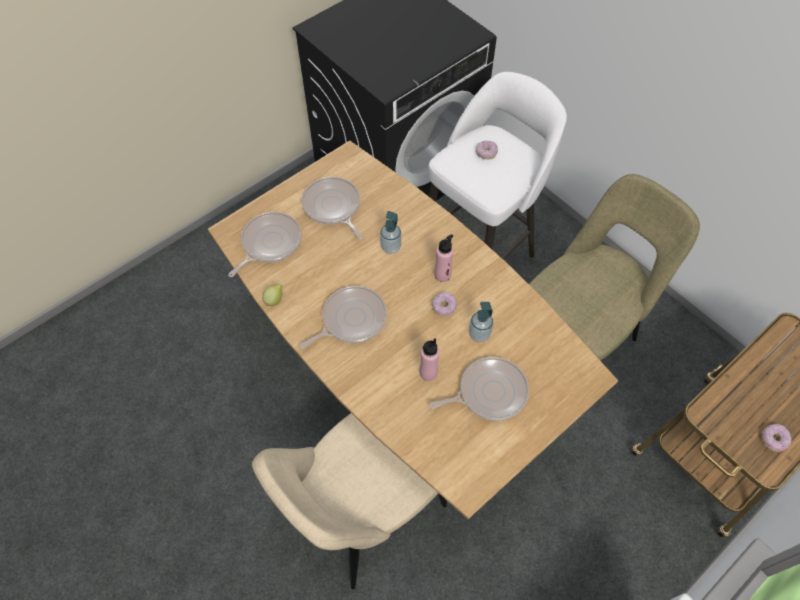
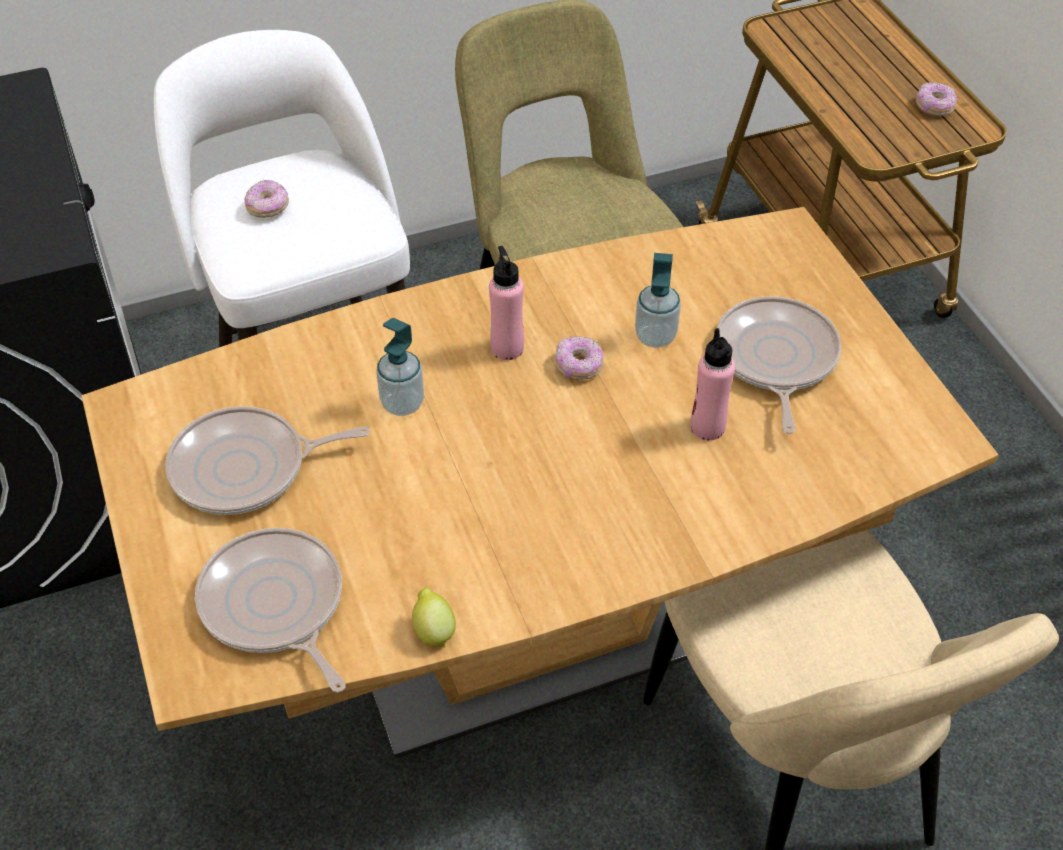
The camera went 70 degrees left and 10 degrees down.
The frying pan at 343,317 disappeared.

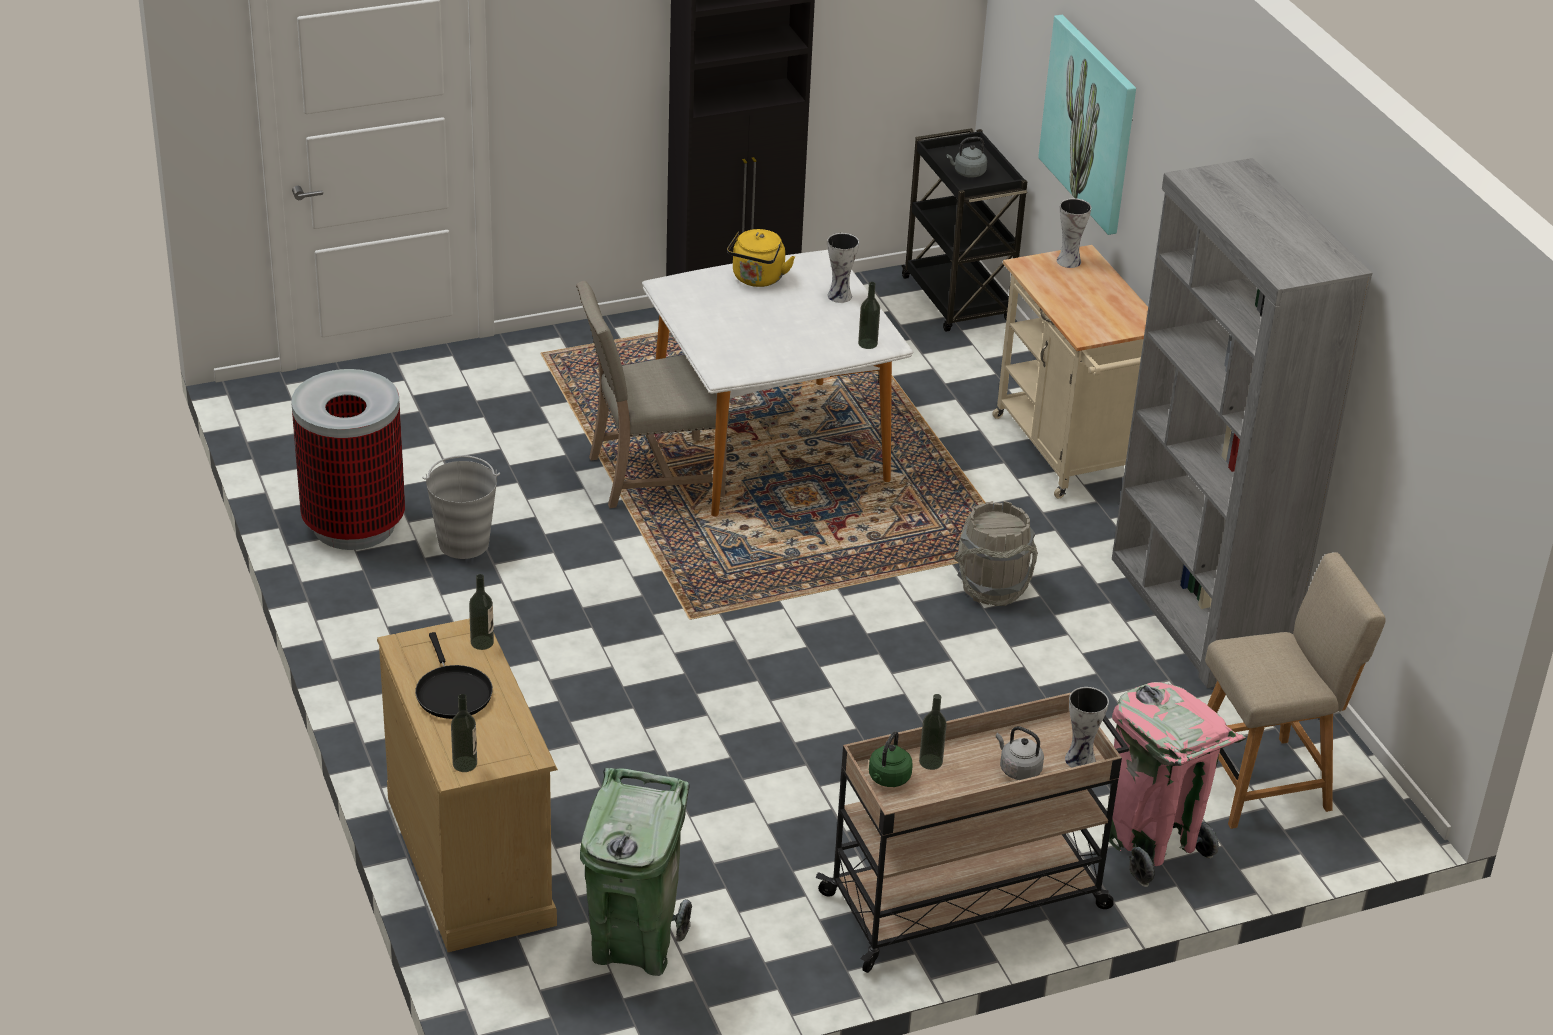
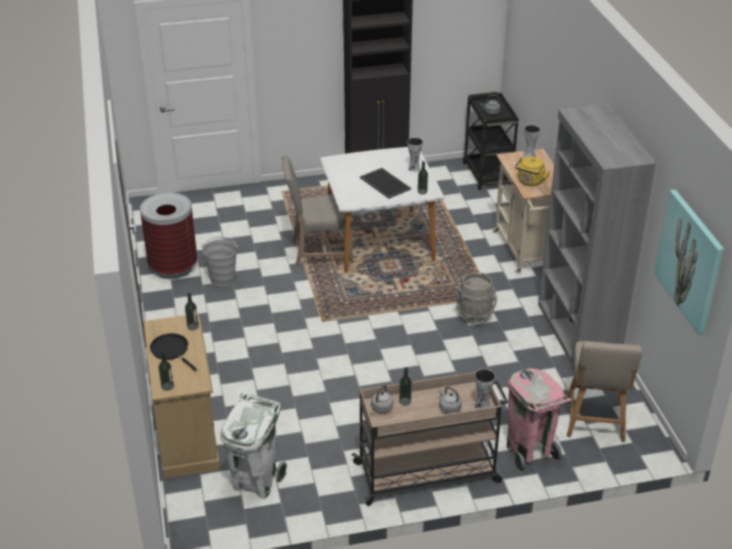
The camera went 10 degrees right and 0 degrees up.
The tray at 385,183 appeared.
The yellow kettle moved from 761,258 to 533,171.
The picture moved from 1087,125 to 689,262.
The green trash can at 636,872 became the white trash can at 253,446.
The green kettle at 891,759 became the grey kettle at 381,399.
The black frying pan at 454,675 turned 150 degrees clockwise.
The beige chair at 1295,690 turned 105 degrees clockwise.

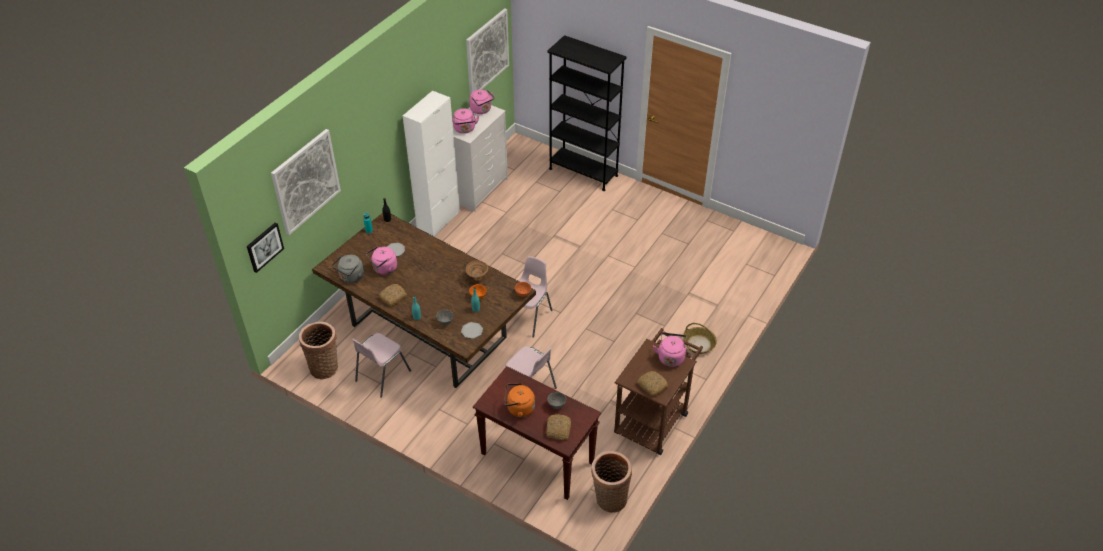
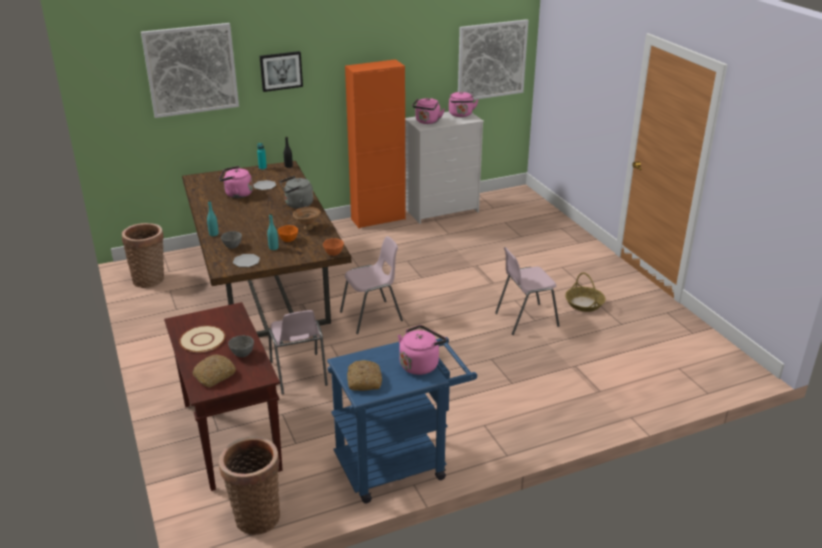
The camera went 35 degrees right and 15 degrees down.
The bread at 393,295 disappeared.
The black bookcase at 587,113 disappeared.
The picture moved from 265,247 to 281,71.
The grey kettle moved from 348,269 to 296,192.
The pink chair moved from 381,365 to 527,291.
The basket moved from 700,338 to 585,292.
The orange kettle at 519,400 was replaced by the beige plate at 202,339.
The white cabinet at 431,163 became the orange cabinet at 375,144.
The brown cart at 658,391 became the blue cart at 402,420.

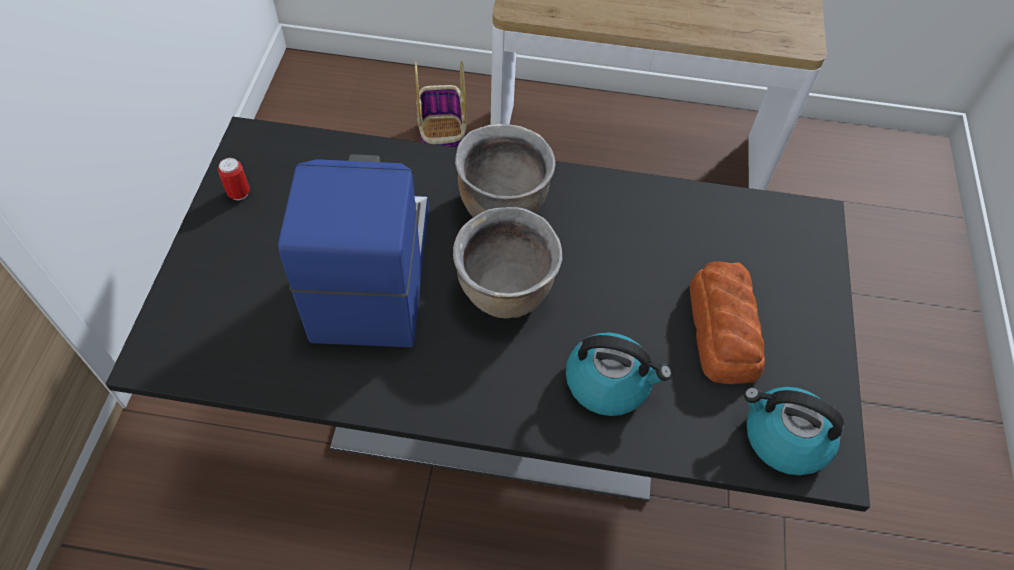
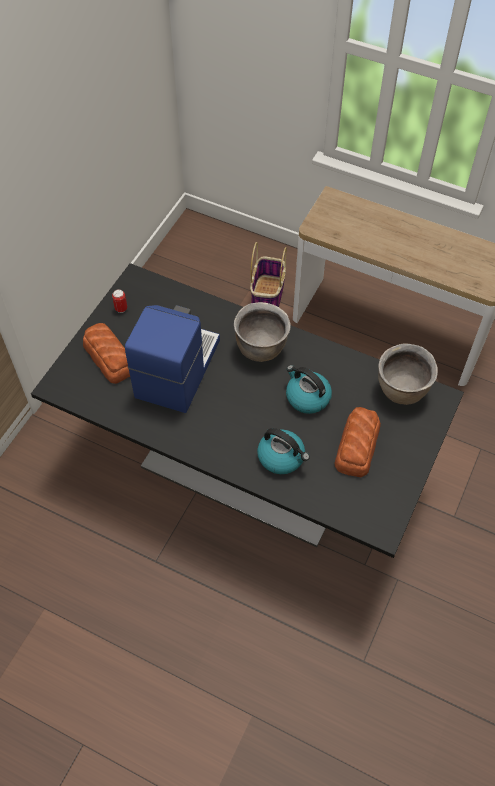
The camera went 20 degrees right and 0 degrees up.
The bread at 106,353 appeared.
The brown cooking pot moved from 508,263 to 408,374.
The kettle moved from 794,431 to 309,389.

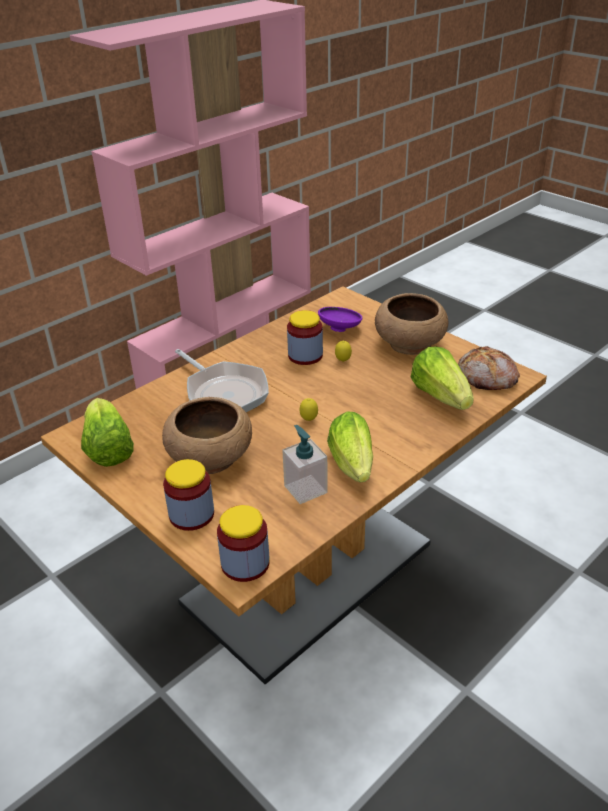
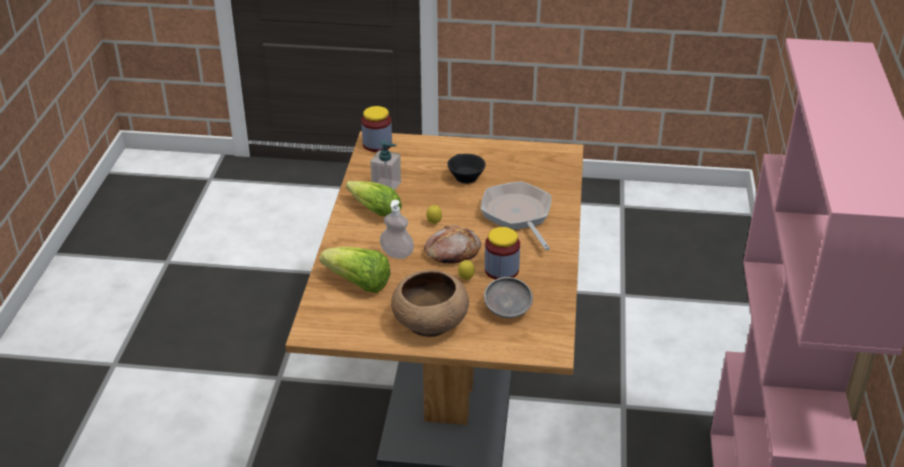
The camera went 140 degrees right and 0 degrees up.
The lettuce at 107,432 disappeared.
The jar at 188,495 disappeared.
The soap dispenser at 397,229 appeared.
The bread moved from 489,368 to 452,244.
The brown bowl at 207,435 was replaced by the black cup at 466,169.
The purple bowl at 340,319 became the grey bowl at 508,297.
The frying pan at 222,380 turned 60 degrees clockwise.

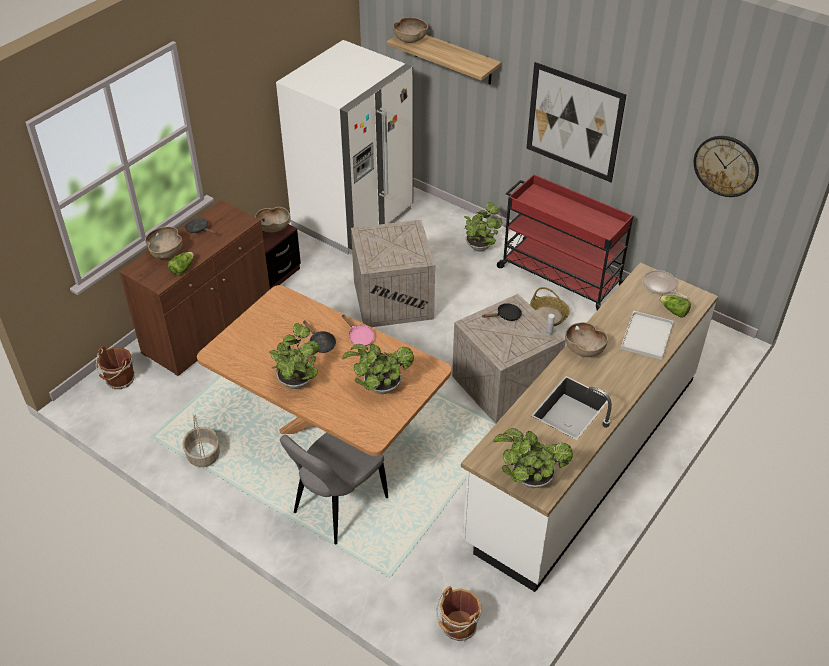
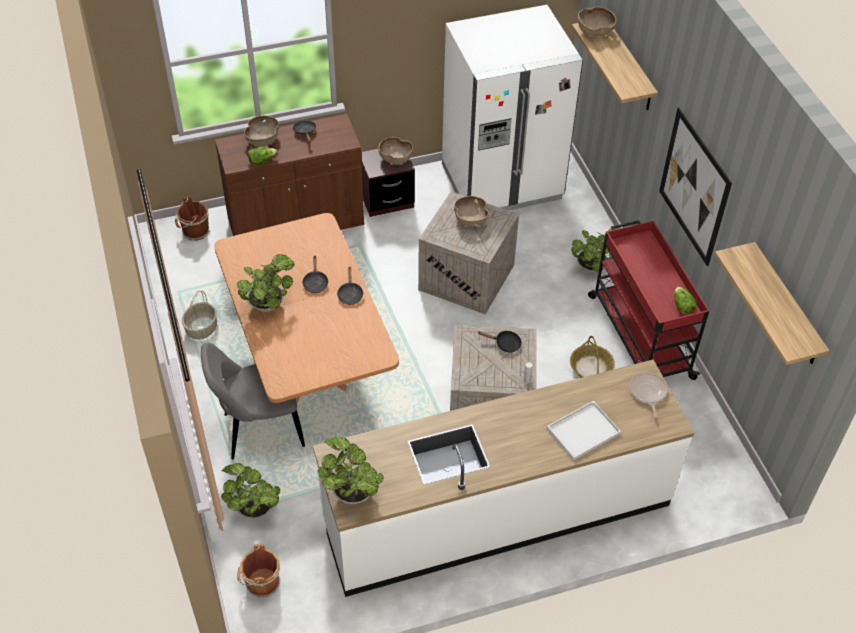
The camera went 35 degrees right and 5 degrees up.
The potted plant moved from 378,369 to 250,491.
The brown bowl moved from 586,339 to 471,211.
The lettuce moved from 675,306 to 685,300.
The wall clock at 726,166 was replaced by the shelf at 772,303.
The pink frying pan at 358,330 became the black frying pan at 350,285.

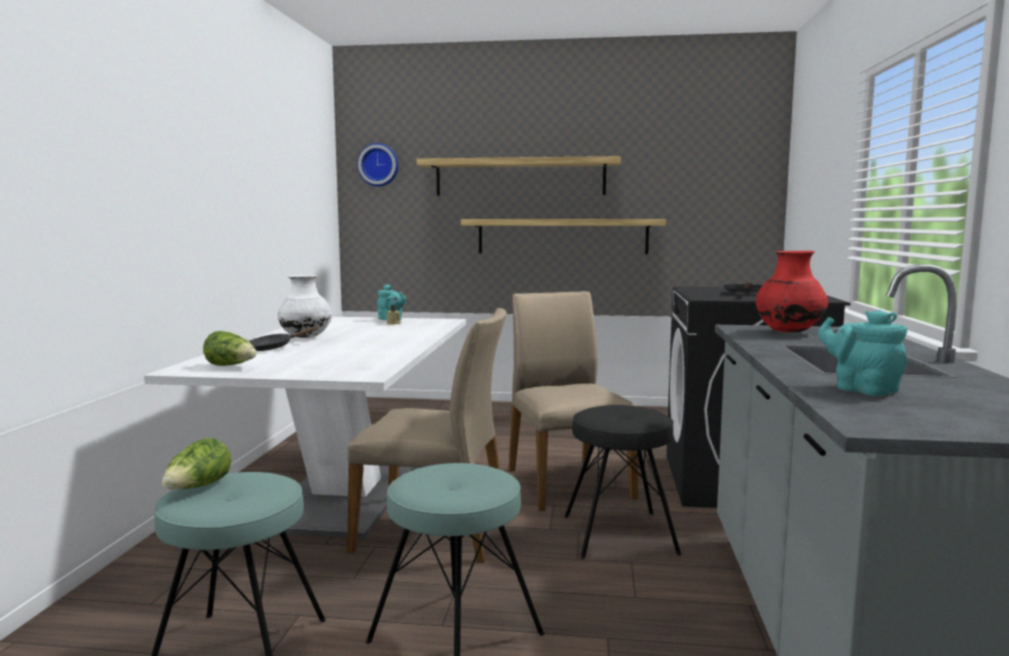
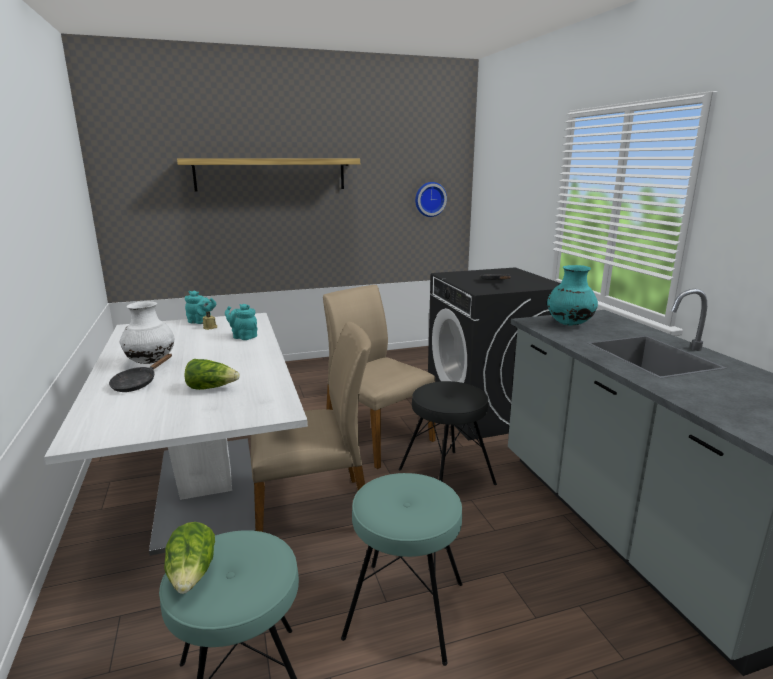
The camera went 25 degrees left and 10 degrees up.
The shelf at 563,236 disappeared.
The lettuce moved from 230,348 to 212,374.
The wall clock moved from 378,165 to 431,199.
The turquoise teapot moved from 862,353 to 241,322.
The red vase at 792,292 became the turquoise vase at 572,295.

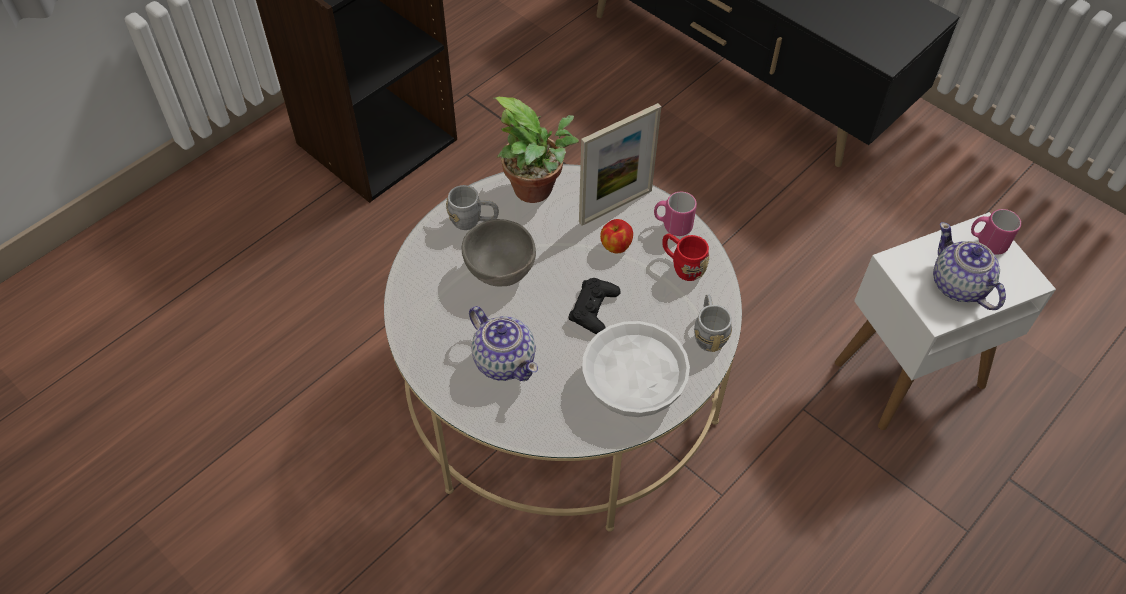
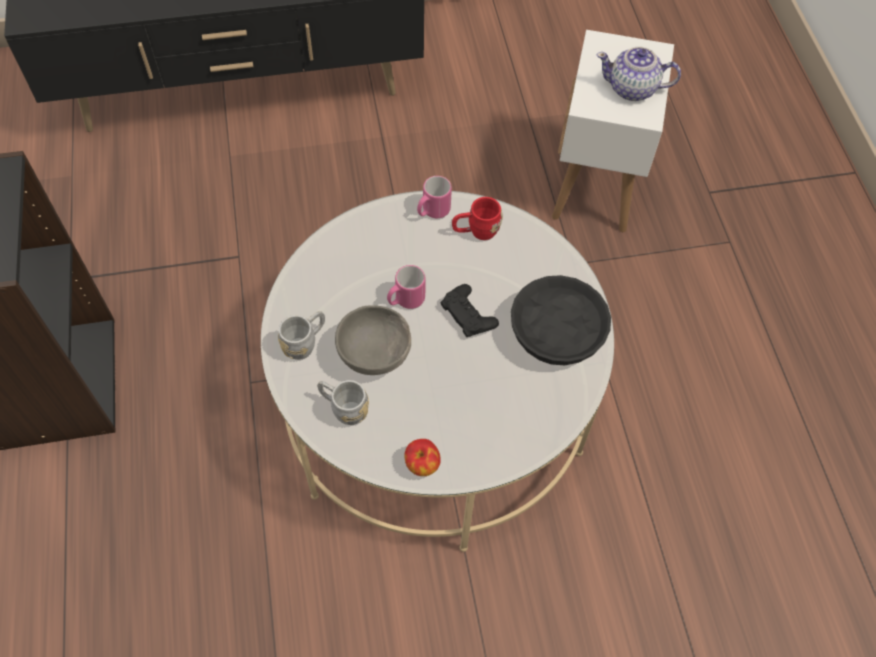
The camera went 55 degrees left and 5 degrees up.
The teapot at 503,343 disappeared.
The potted plant at 536,150 disappeared.
The picture frame at 620,164 disappeared.
The apple moved from 616,236 to 423,457.
The grey mug moved from 713,323 to 343,402.
The pink mug moved from 996,232 to 406,287.
The white bowl at 636,369 became the black bowl at 561,320.

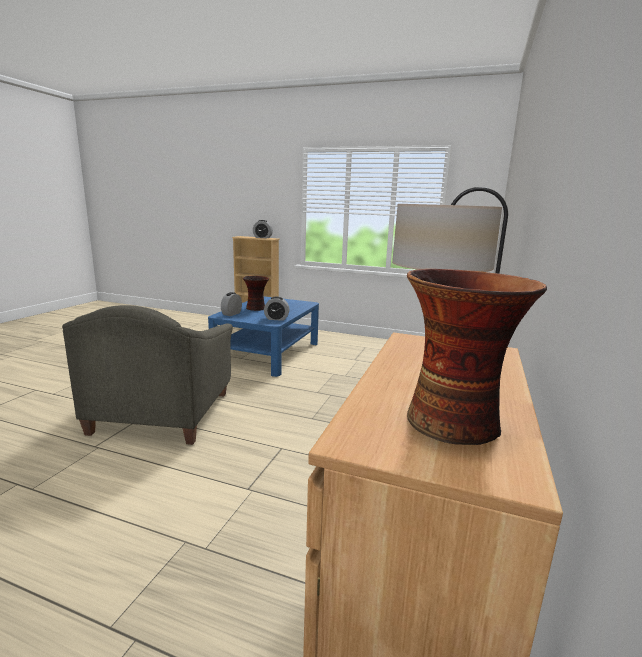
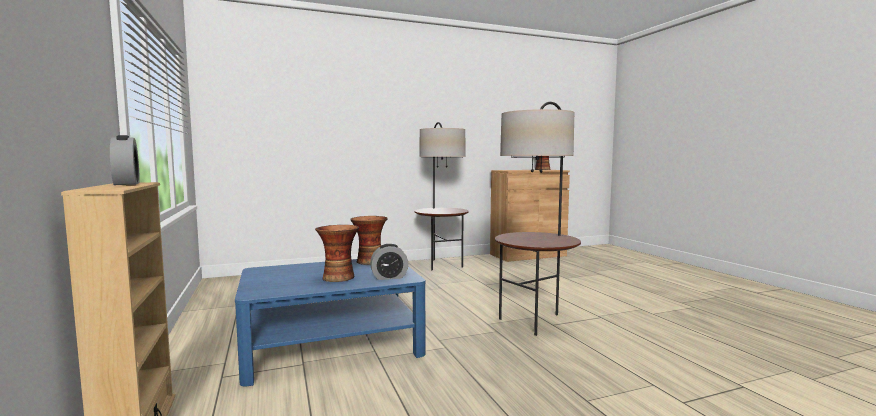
The camera went 130 degrees left and 10 degrees down.
The grey armchair at 147,375 was replaced by the floor lamp at 538,219.
The alarm clock at 277,309 was replaced by the vase at 369,240.

